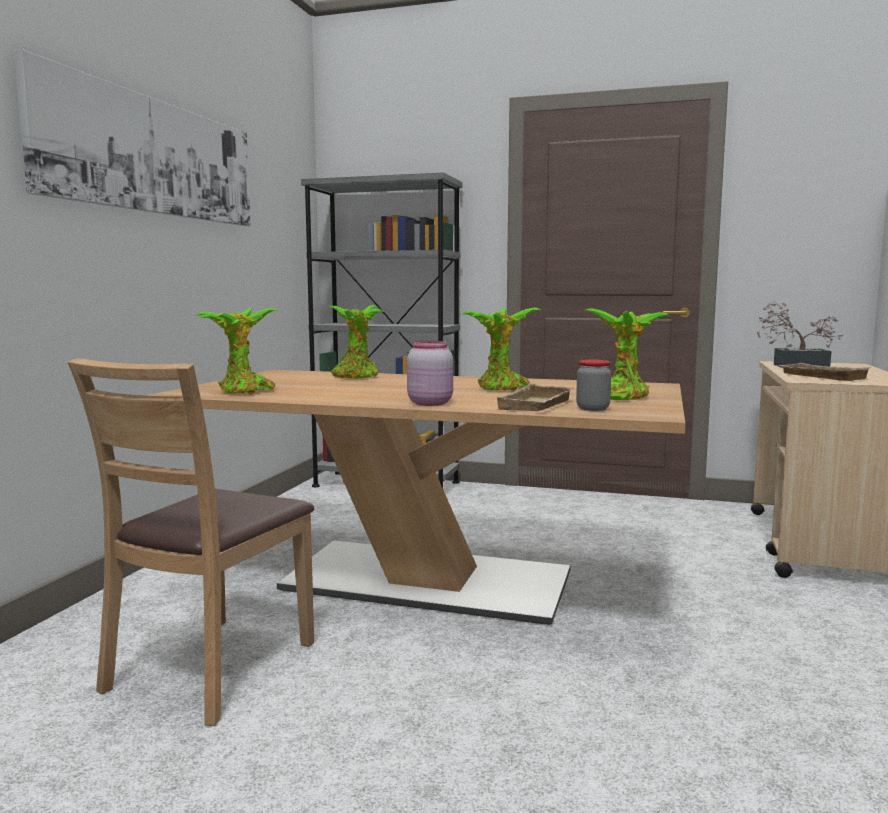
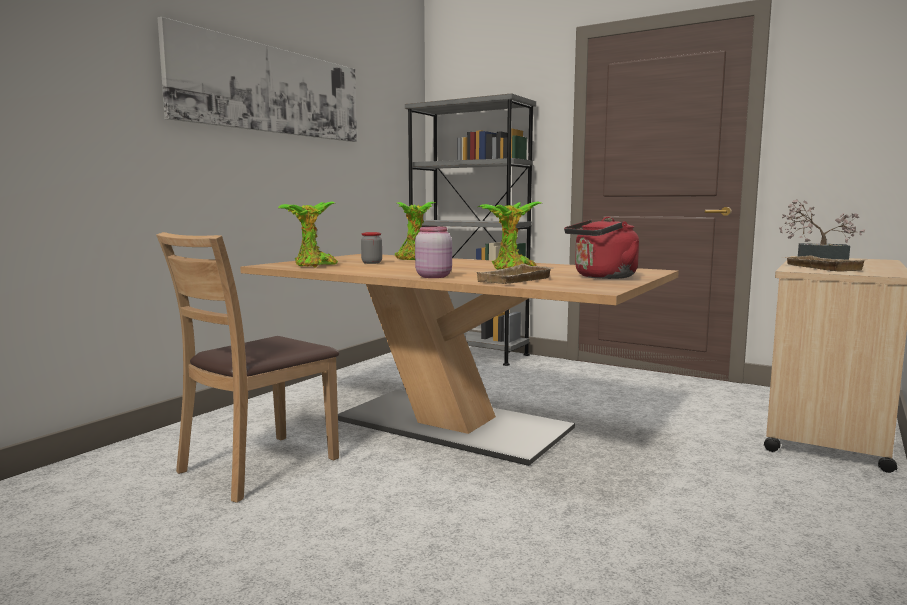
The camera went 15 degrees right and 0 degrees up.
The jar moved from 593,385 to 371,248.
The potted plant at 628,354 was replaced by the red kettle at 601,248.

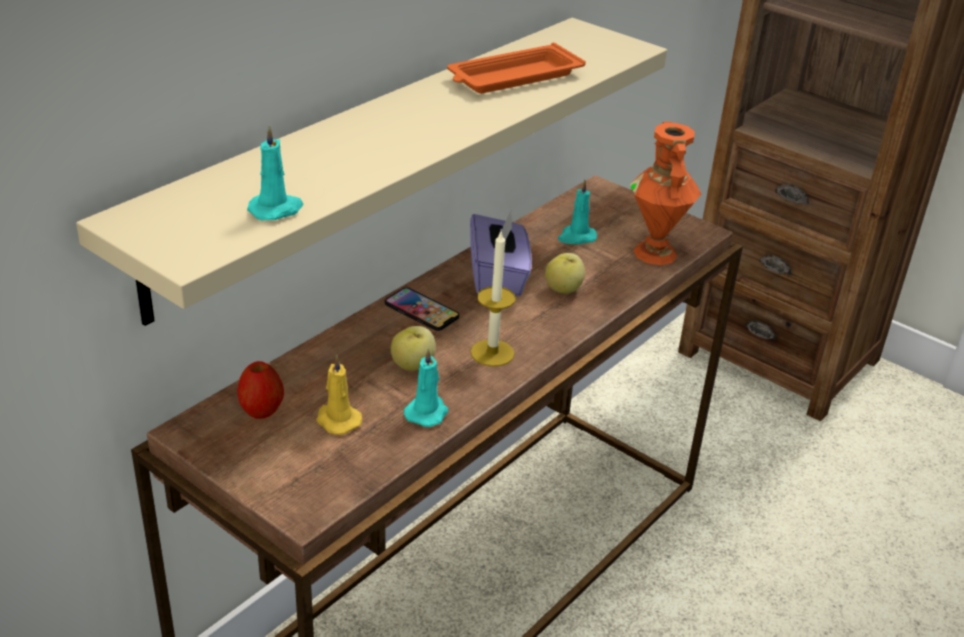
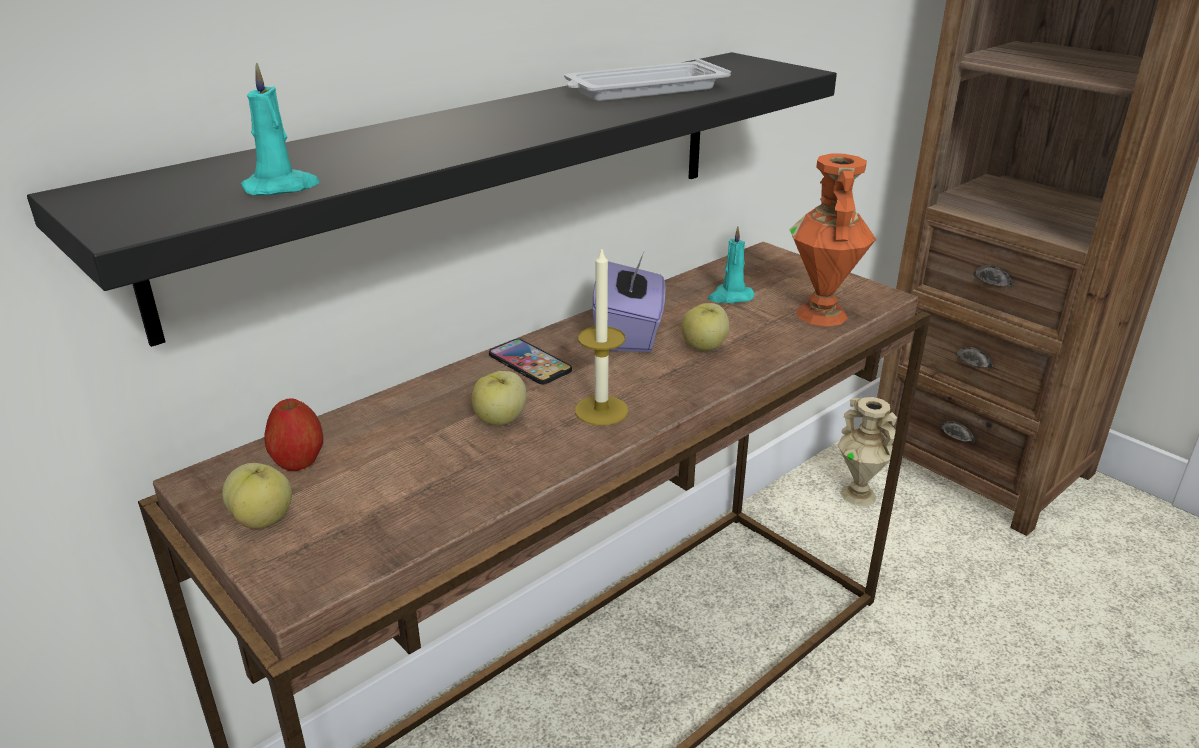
The camera went 10 degrees right and 5 degrees down.
The yellow candle at 339,395 disappeared.
The turquoise candle at 426,387 disappeared.
The apple at 257,496 appeared.
The beige vase at 868,451 appeared.
The beige shelf at 371,172 became the black shelf at 432,199.
The orange tray at 516,68 became the white tray at 647,80.

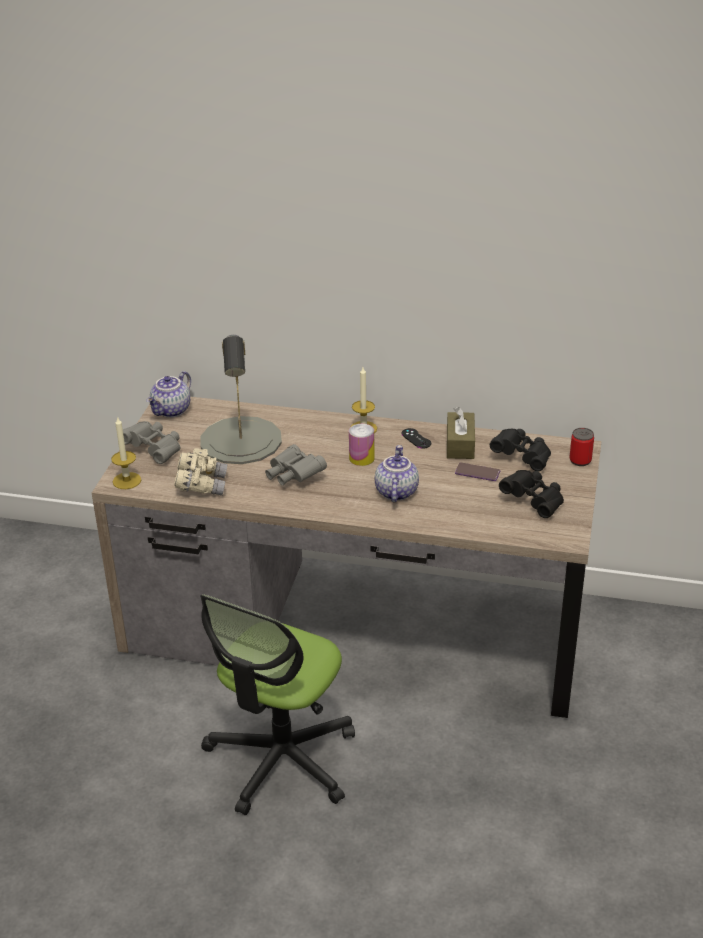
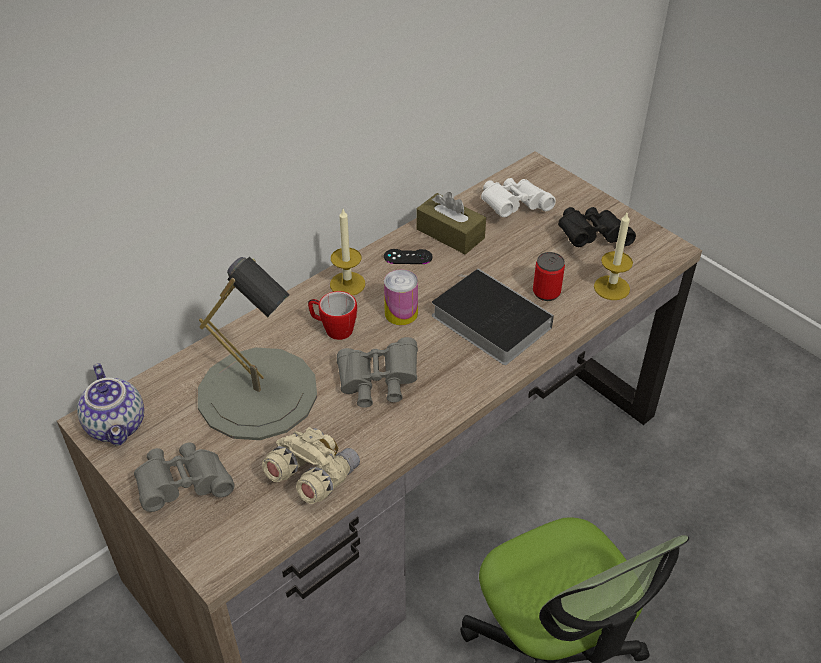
The camera went 55 degrees left and 10 degrees up.
The phone at 477,472 disappeared.
The mug at 332,315 appeared.
The candle moved from 126,452 to 613,255.
The can moved from 582,447 to 549,276.
The teapot at 397,473 was replaced by the book at 493,316.
The black binoculars at 520,450 became the white binoculars at 518,197.

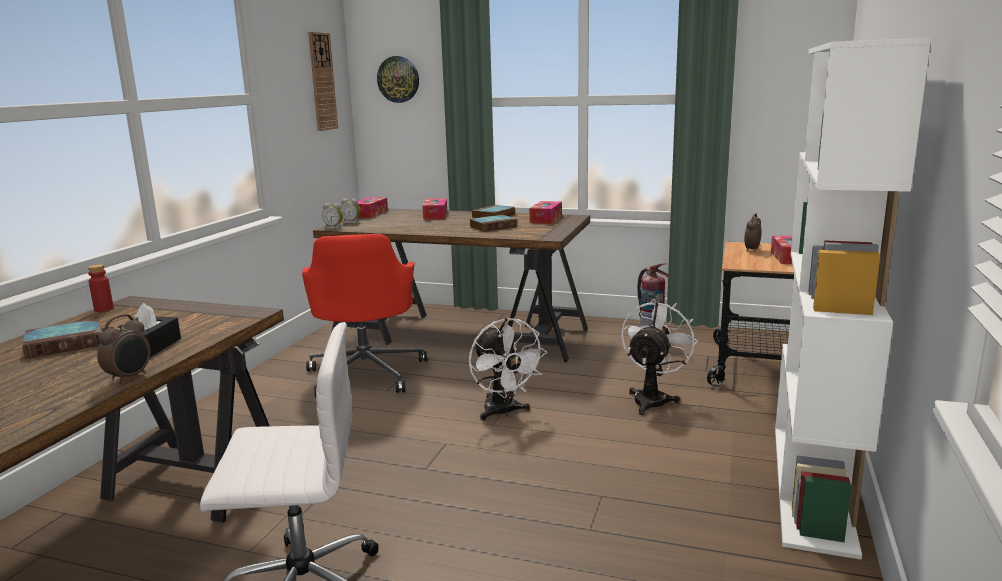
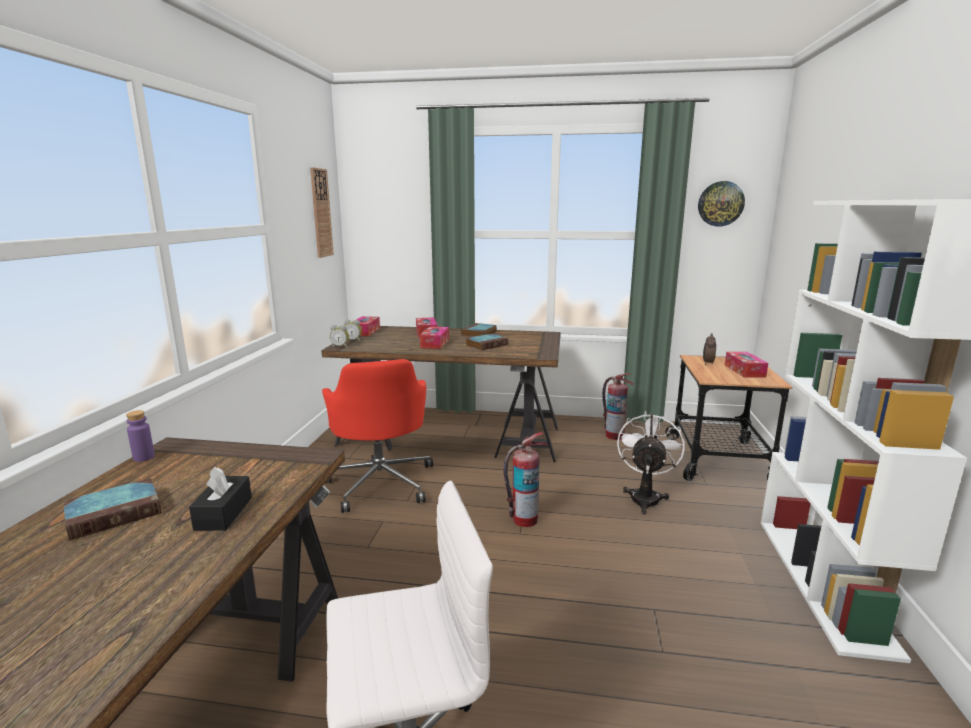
The camera went 10 degrees left and 0 degrees up.
The alarm clock at 123,349 disappeared.
The wall clock moved from 398,79 to 721,203.
The tissue box moved from 545,212 to 434,337.
The white fan at 508,369 was replaced by the fire extinguisher at 526,479.
The red bottle at 101,288 became the purple bottle at 140,436.

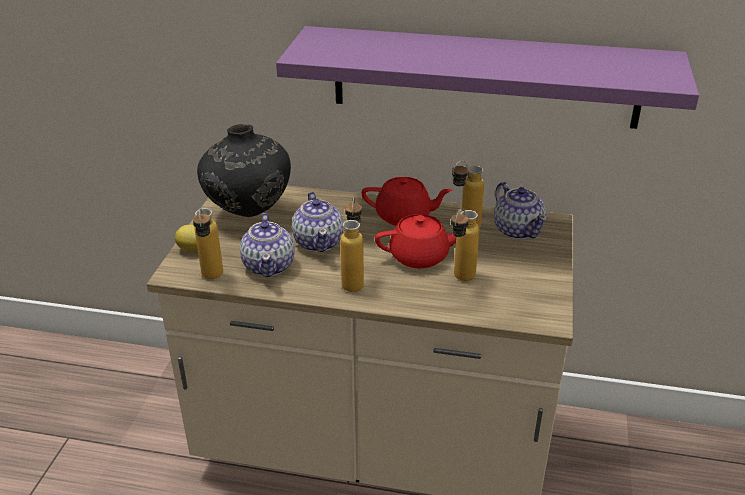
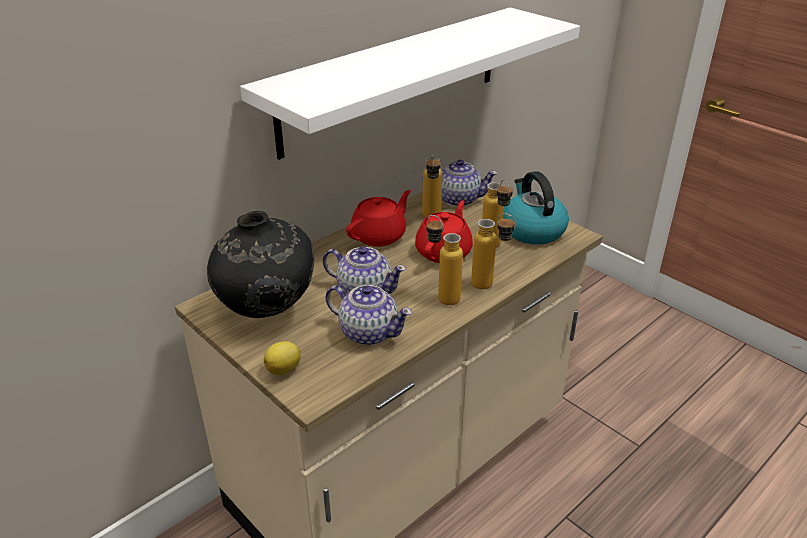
The camera went 55 degrees left and 0 degrees up.
The kettle at 536,208 appeared.
The bottle moved from 208,243 to 493,251.
The purple shelf at 487,77 became the white shelf at 410,83.

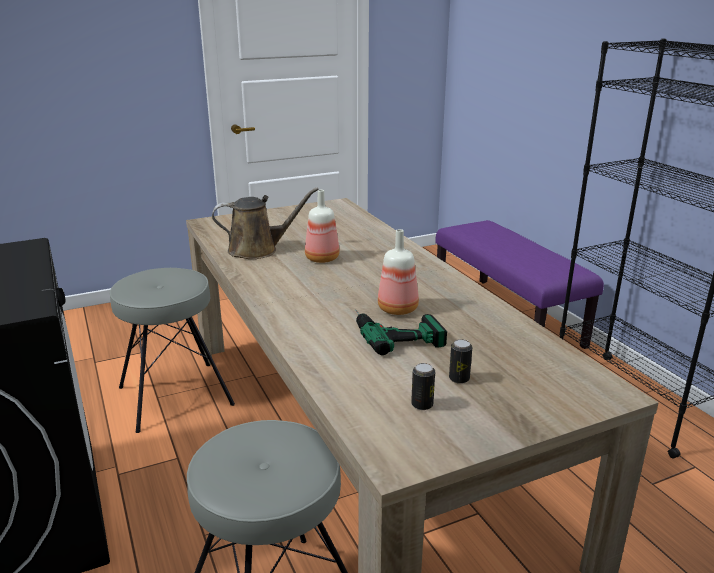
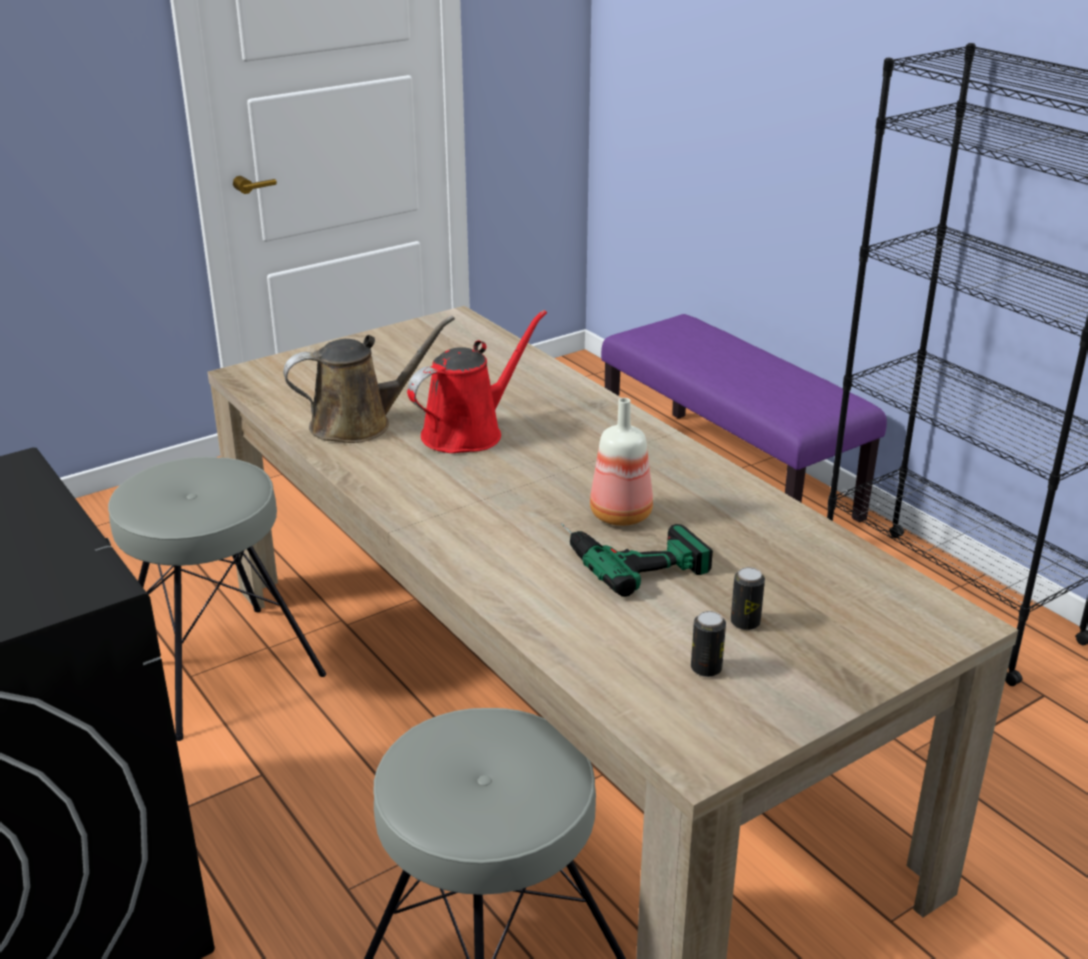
The camera went 10 degrees left and 5 degrees up.
The bottle at 322,226 was replaced by the red watering can at 477,381.

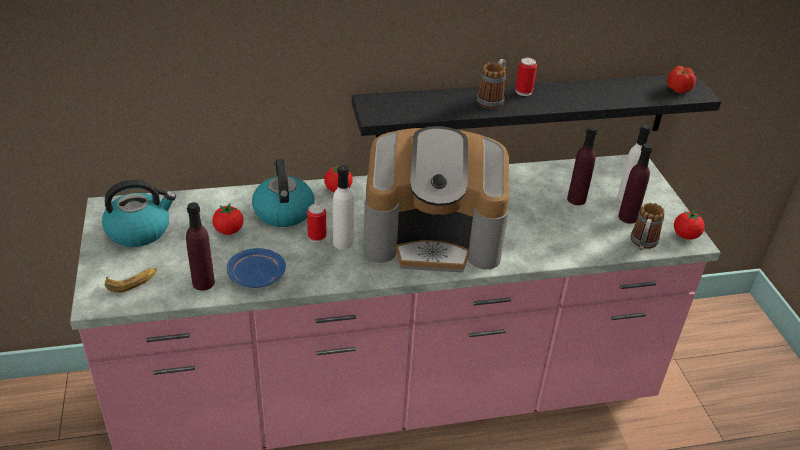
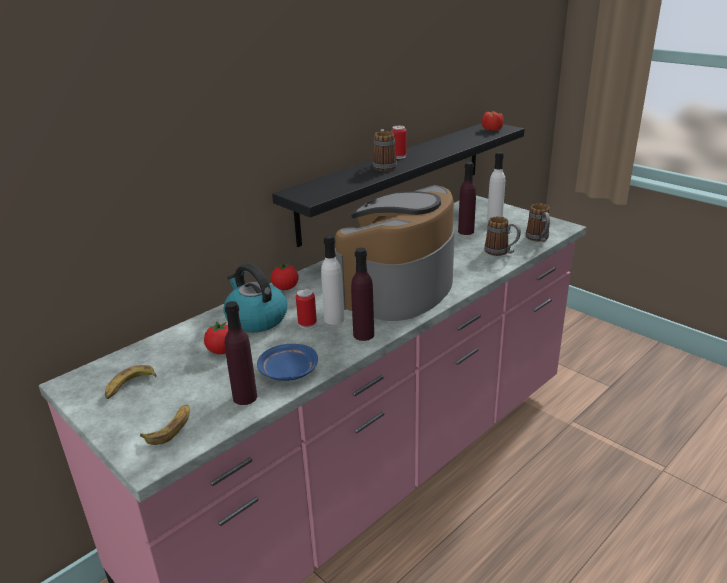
The camera went 30 degrees left and 10 degrees down.
The tomato at 689,225 disappeared.
The mug at 502,236 appeared.
The purple bottle moved from 635,183 to 362,294.
The kettle at 139,213 was replaced by the banana at 131,382.
The coffee machine at 436,199 turned 150 degrees clockwise.

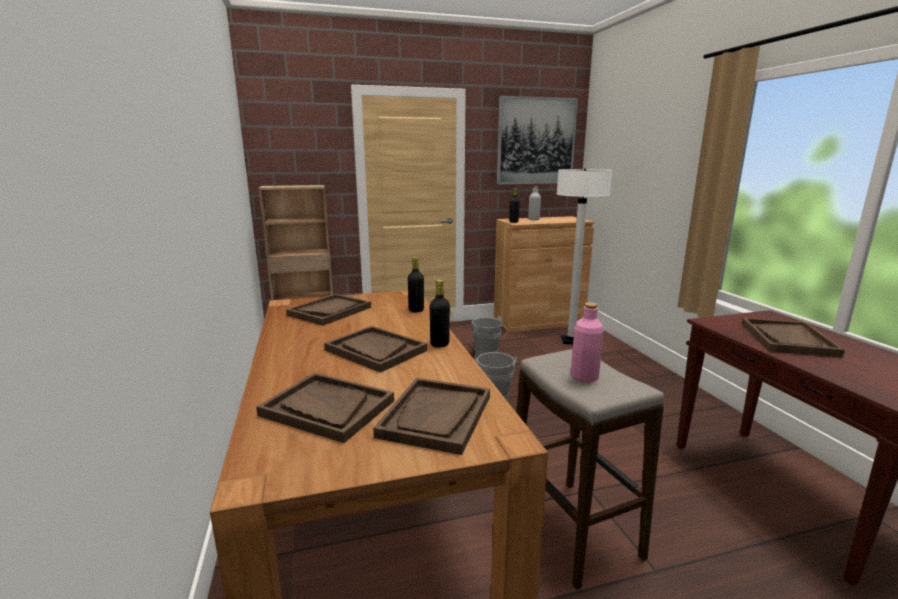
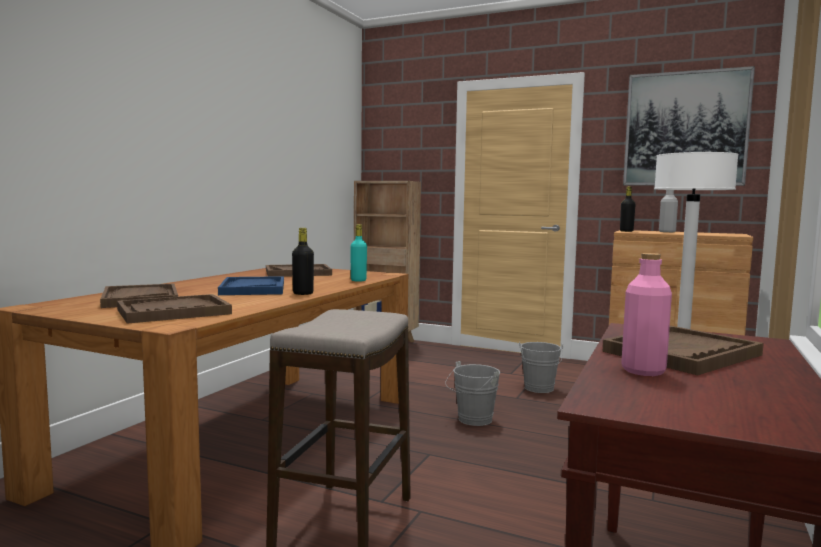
The camera went 40 degrees right and 10 degrees down.
The pink bottle moved from 587,342 to 646,314.
The brown tray at 375,349 became the blue tray at 251,285.
The black bottle at 416,284 became the turquoise bottle at 358,253.

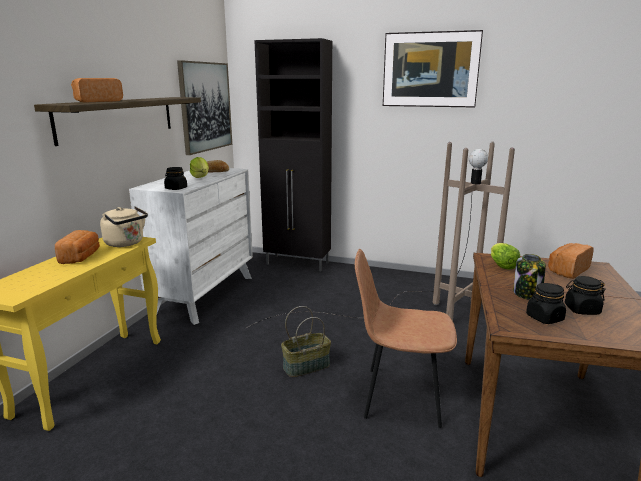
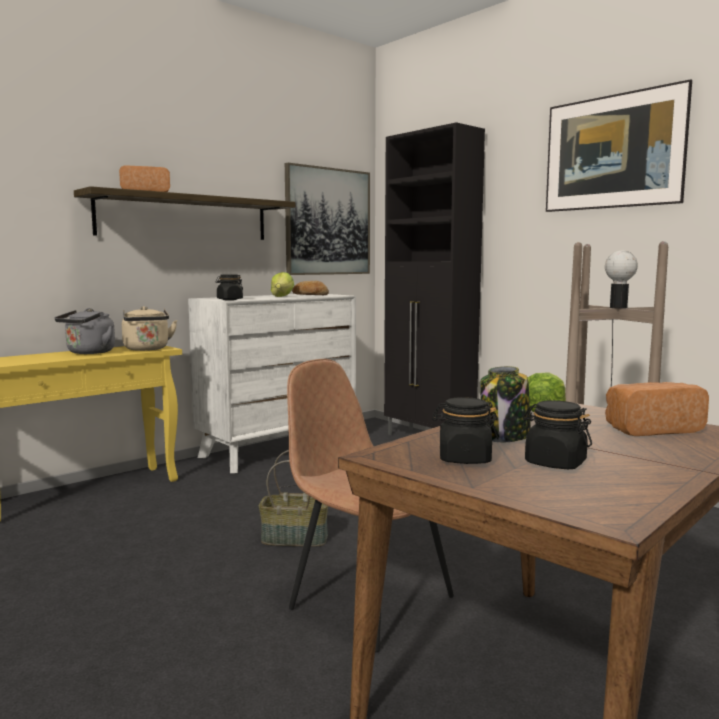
The camera went 30 degrees right and 10 degrees down.
The bread at 77,247 was replaced by the grey kettle at 85,331.

